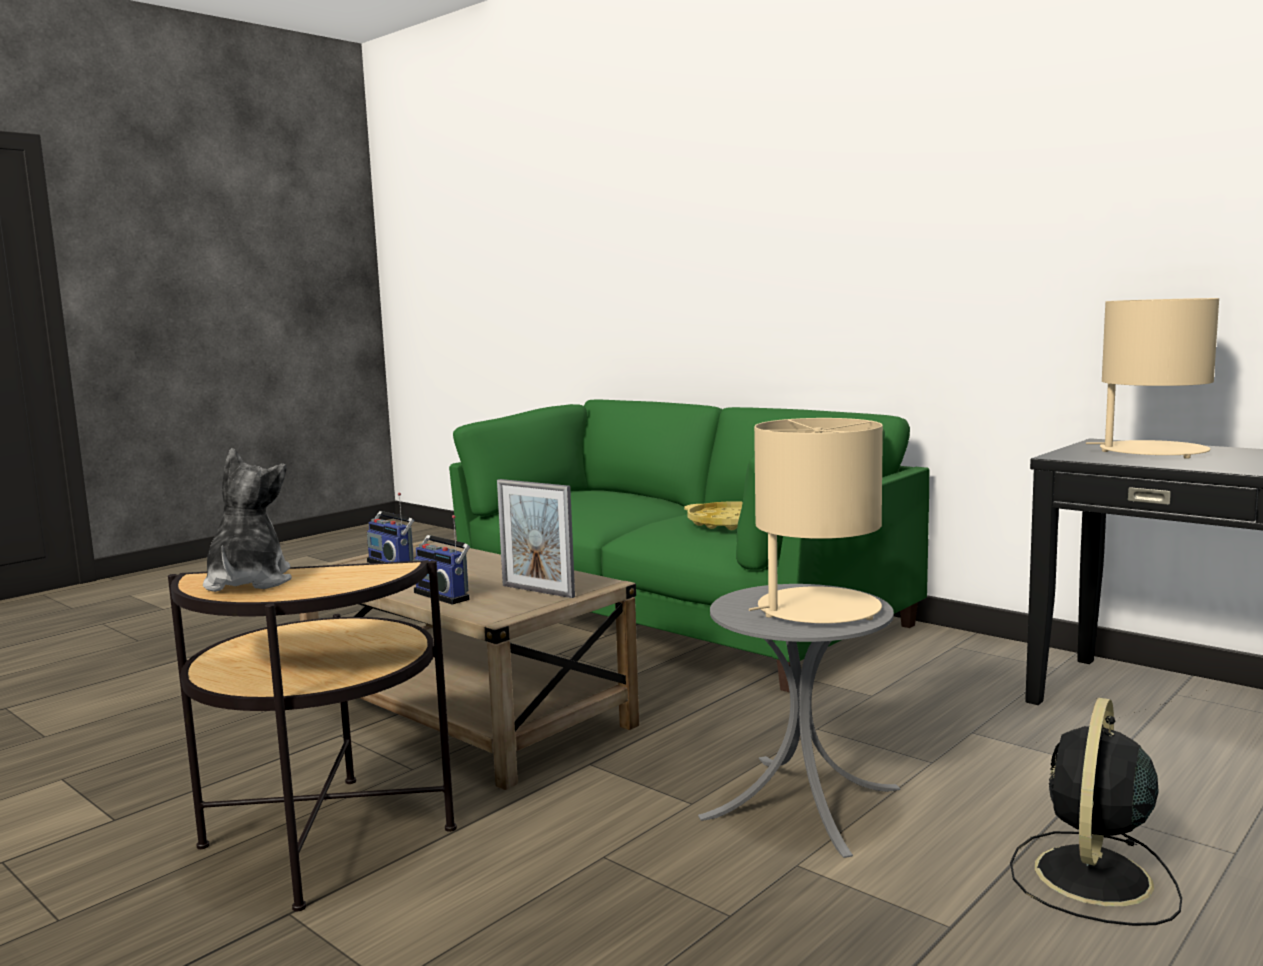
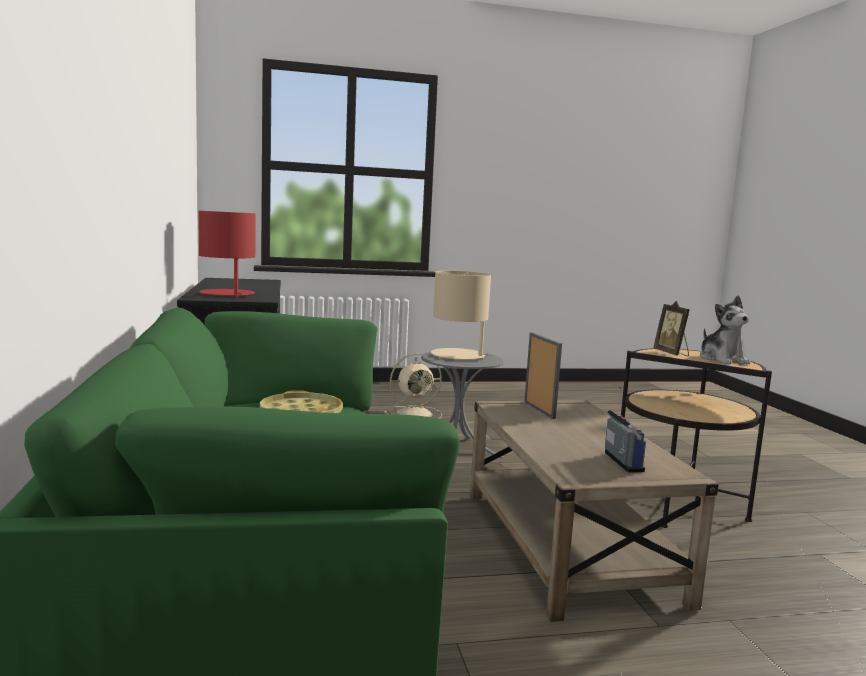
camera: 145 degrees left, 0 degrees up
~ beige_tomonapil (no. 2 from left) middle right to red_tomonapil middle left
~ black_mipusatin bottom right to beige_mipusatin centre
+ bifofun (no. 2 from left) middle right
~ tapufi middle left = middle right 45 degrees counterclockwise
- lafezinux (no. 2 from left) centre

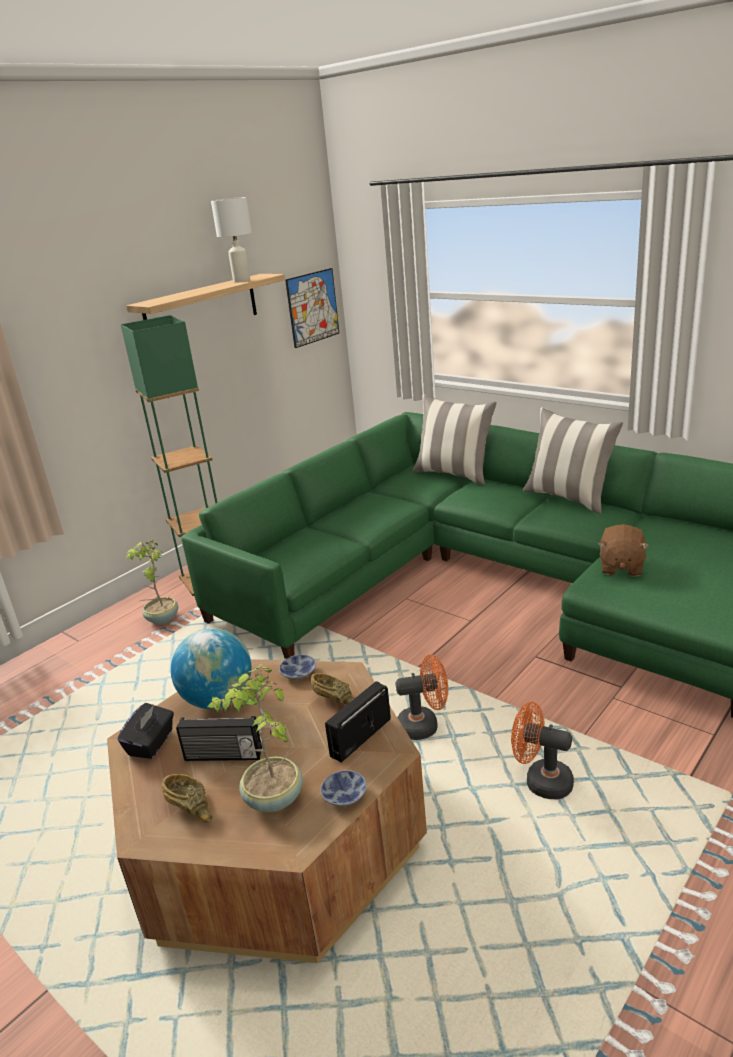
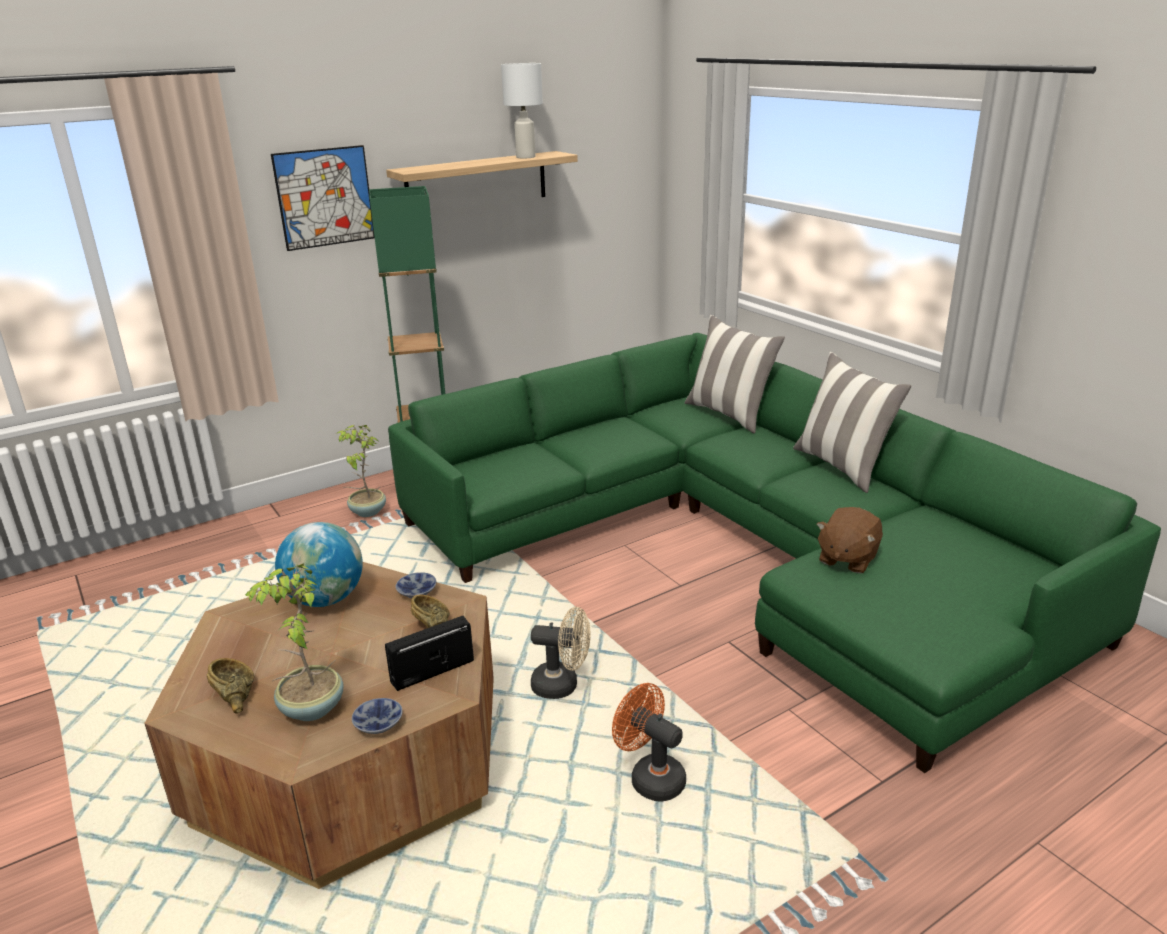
camera: 15 degrees right, 0 degrees up
~ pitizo top centre to top left
~ orange_mipusatin (no. 1 from left) centre to beige_mipusatin bottom centre
- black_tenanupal bottom left
- lafezinux (no. 1 from left) bottom left

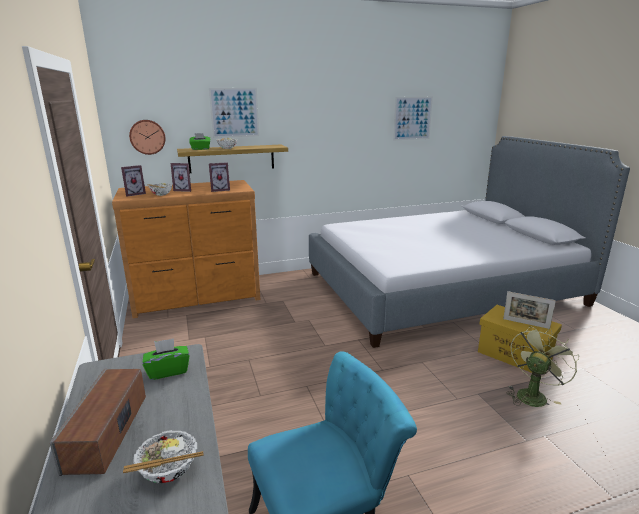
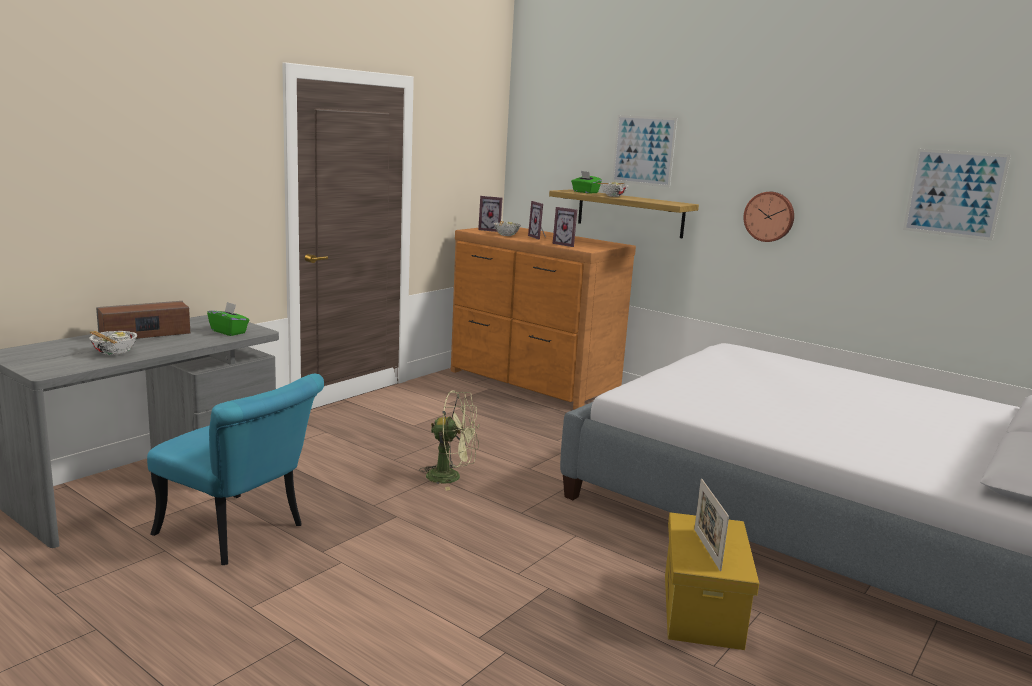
camera: 55 degrees right, 5 degrees down
~ green_mipusatin bottom right to centre
~ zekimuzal top left to top right

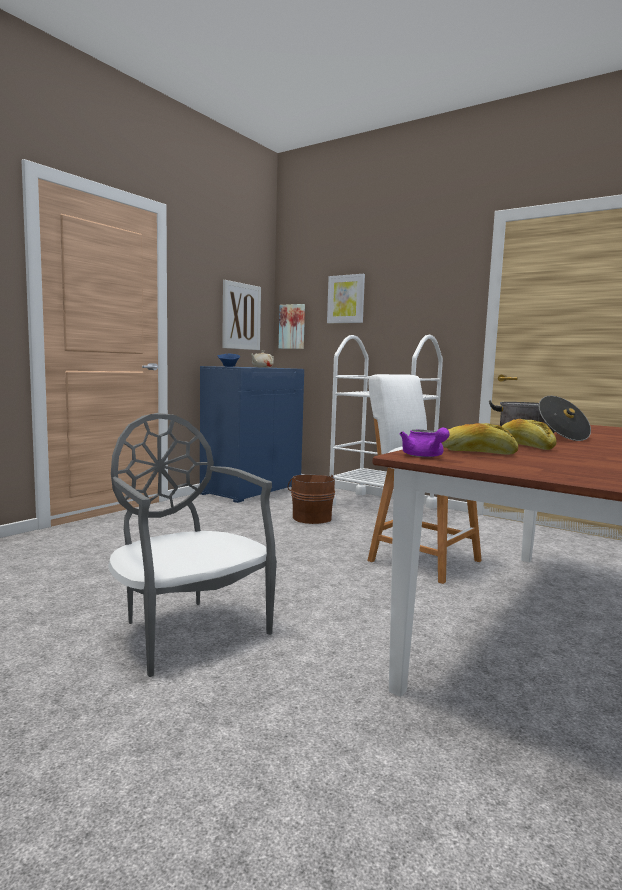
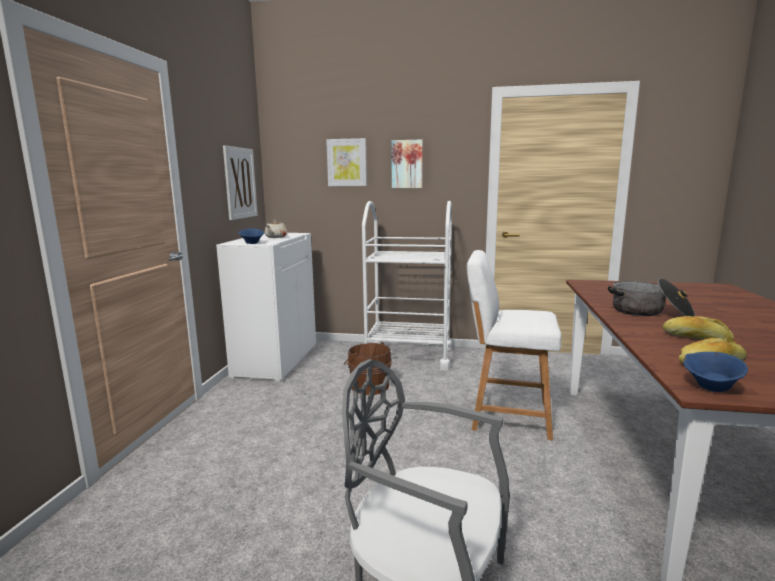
camera: 25 degrees left, 5 degrees up
~ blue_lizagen centre to white_lizagen centre
~ pitizo (no. 2 from left in the first image) centre to pitizo (no. 3 from left) top centre
~ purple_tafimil middle right to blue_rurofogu (no. 2 from left) middle right

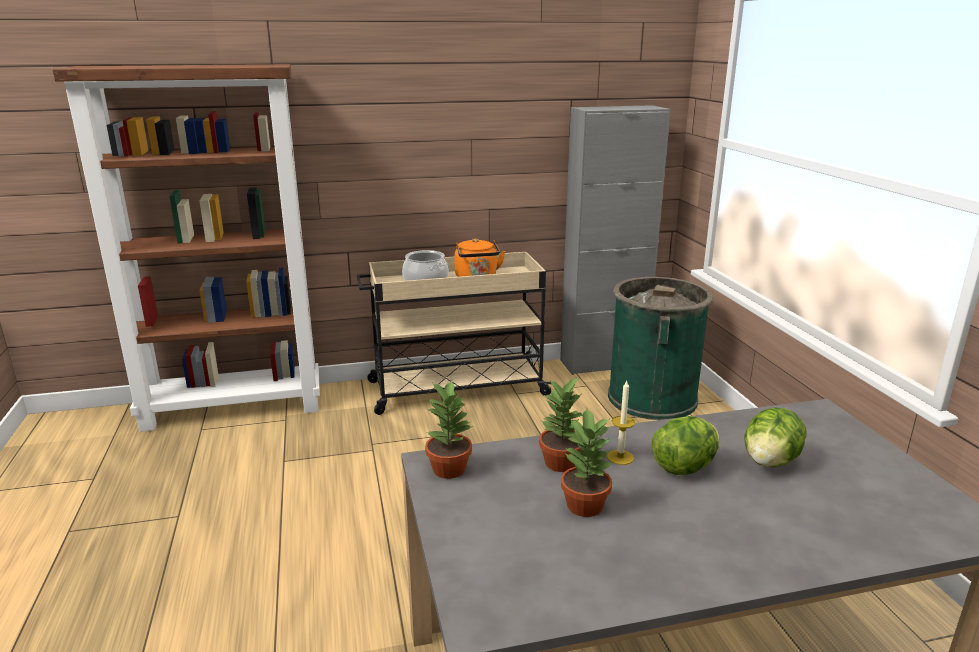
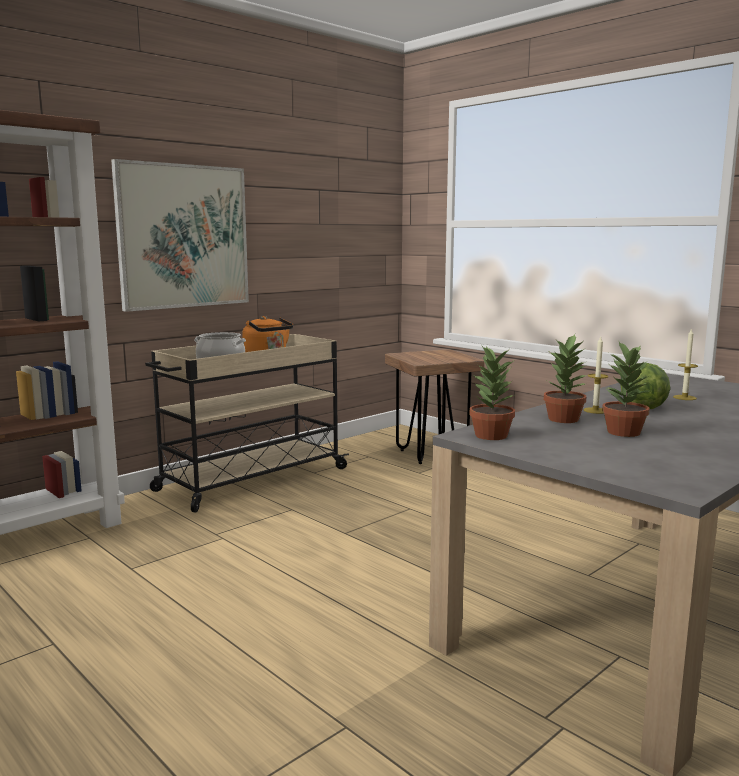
camera: 30 degrees left, 10 degrees down
+ pitizo top left
~ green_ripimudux middle right to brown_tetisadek centre
~ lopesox (no. 2 from left) bottom right to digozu (no. 2 from left) middle right
- grey_lizagen centre

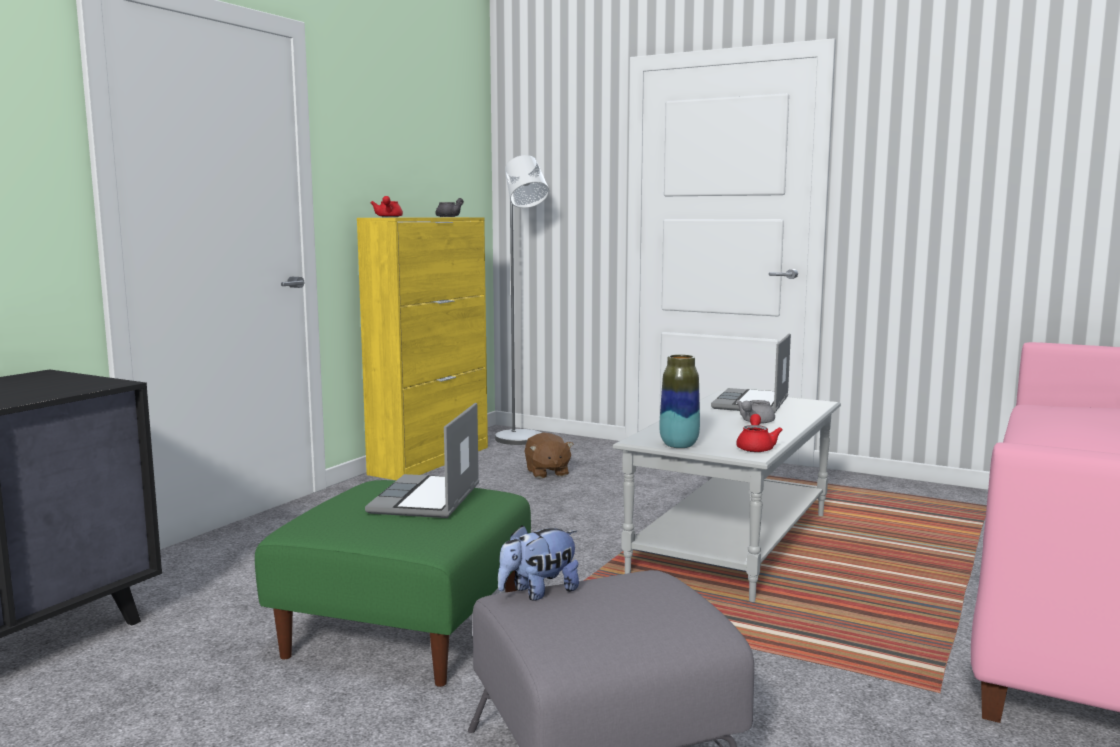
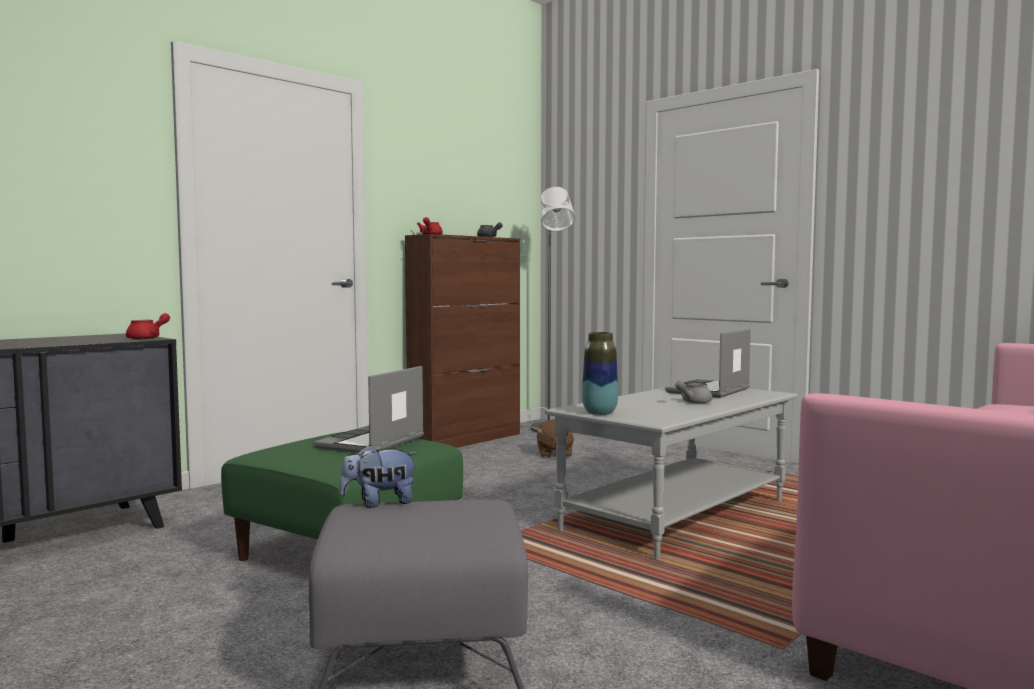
camera: 15 degrees right, 5 degrees down
~ red_tafimil (no. 2 from left in the first image) middle right to red_tafimil (no. 1 from left) middle left
~ yellow_lizagen centre to brown_lizagen centre

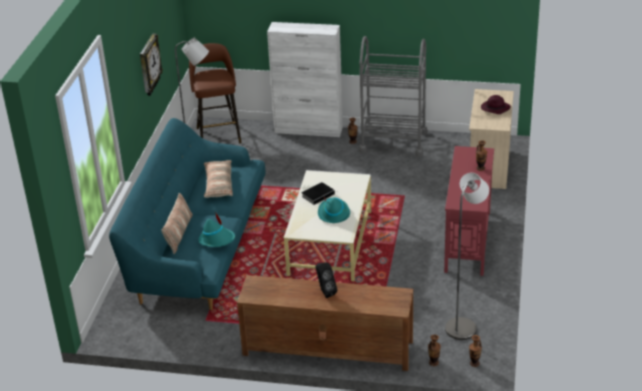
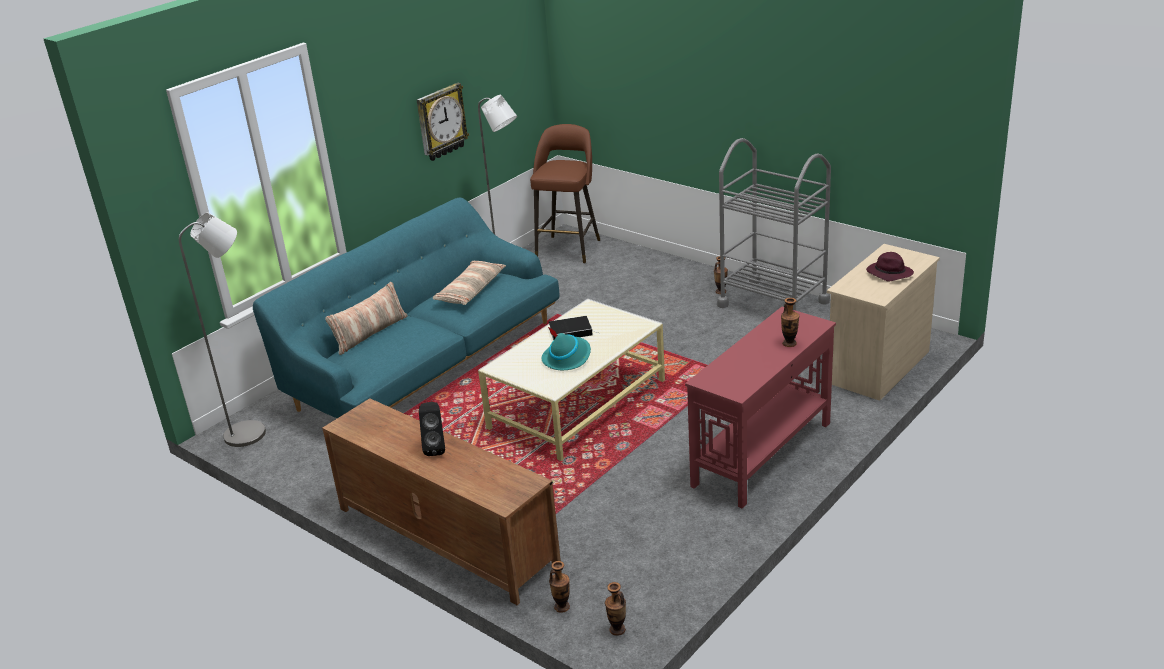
camera: 30 degrees right, 5 degrees down
~ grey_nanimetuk (no. 2 from left in the first image) middle right to grey_nanimetuk (no. 1 from left) middle left
- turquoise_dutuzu (no. 1 from left) centre
- white_lizagen top centre

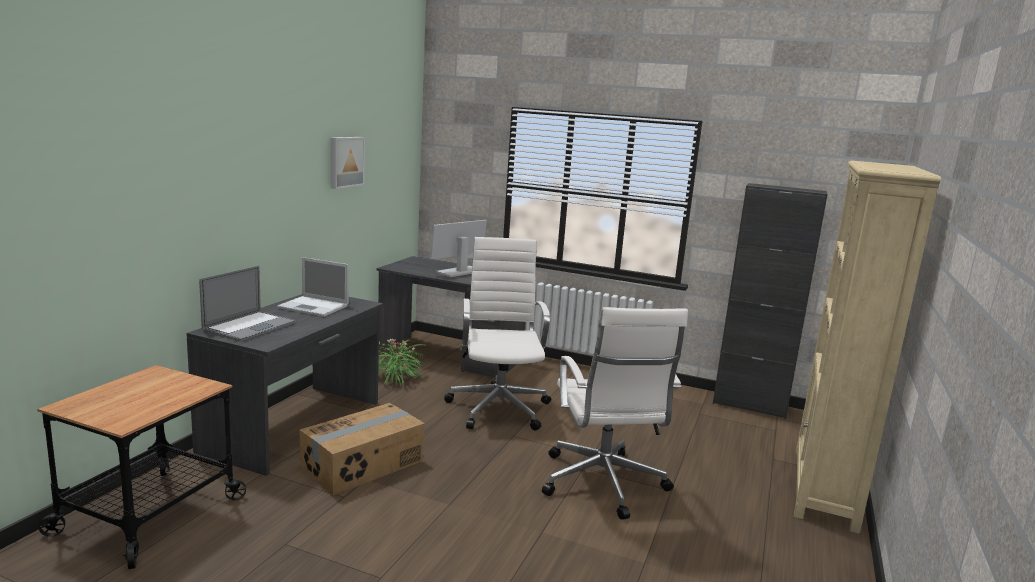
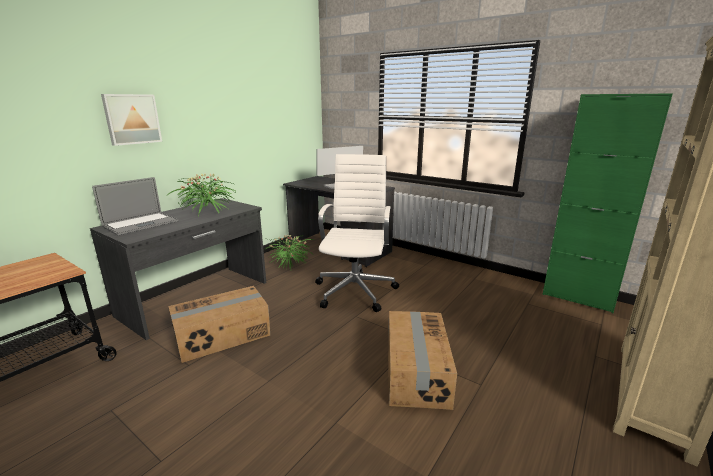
camera: 15 degrees right, 5 degrees up
~ pitizo top centre to top left
~ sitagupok (no. 2 from left) middle left to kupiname (no. 1 from left) middle left
~ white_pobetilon (no. 2 from left) bottom centre to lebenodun (no. 2 from left) bottom centre
~ black_lizagen middle right to green_lizagen middle right

